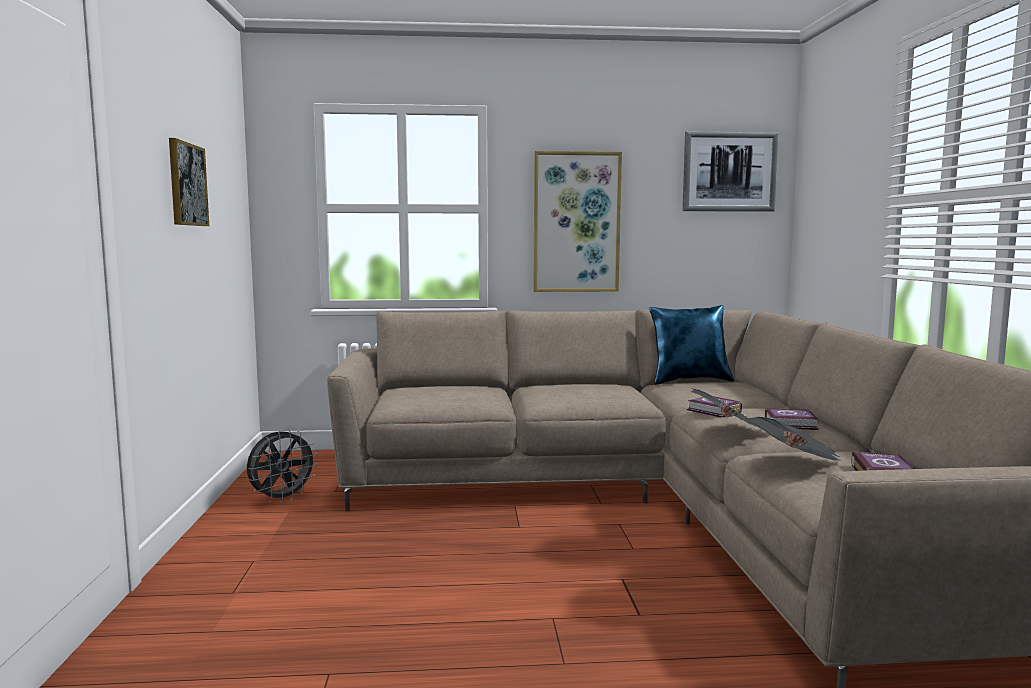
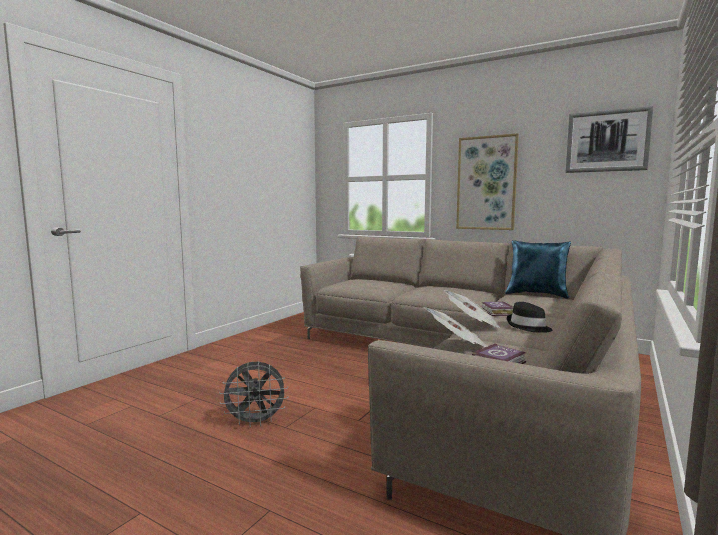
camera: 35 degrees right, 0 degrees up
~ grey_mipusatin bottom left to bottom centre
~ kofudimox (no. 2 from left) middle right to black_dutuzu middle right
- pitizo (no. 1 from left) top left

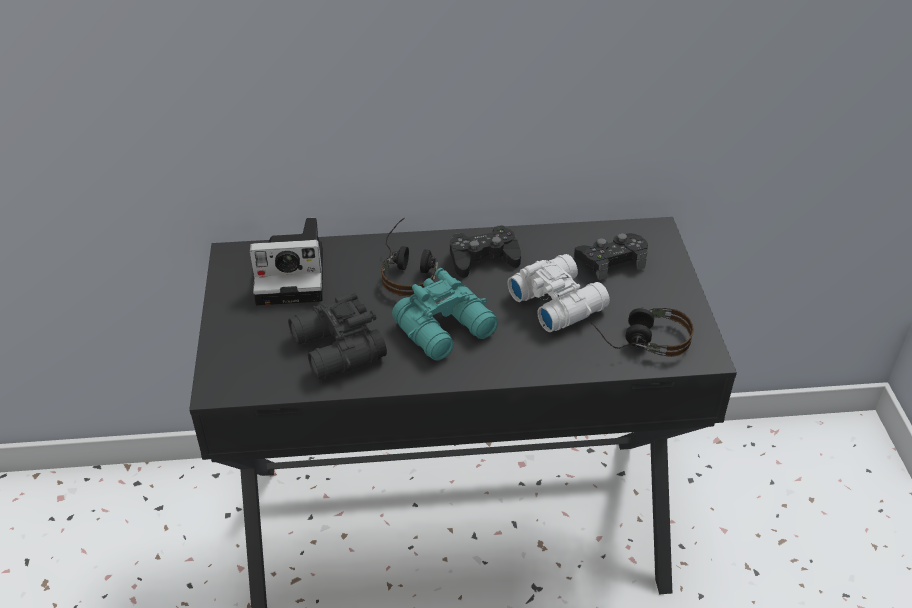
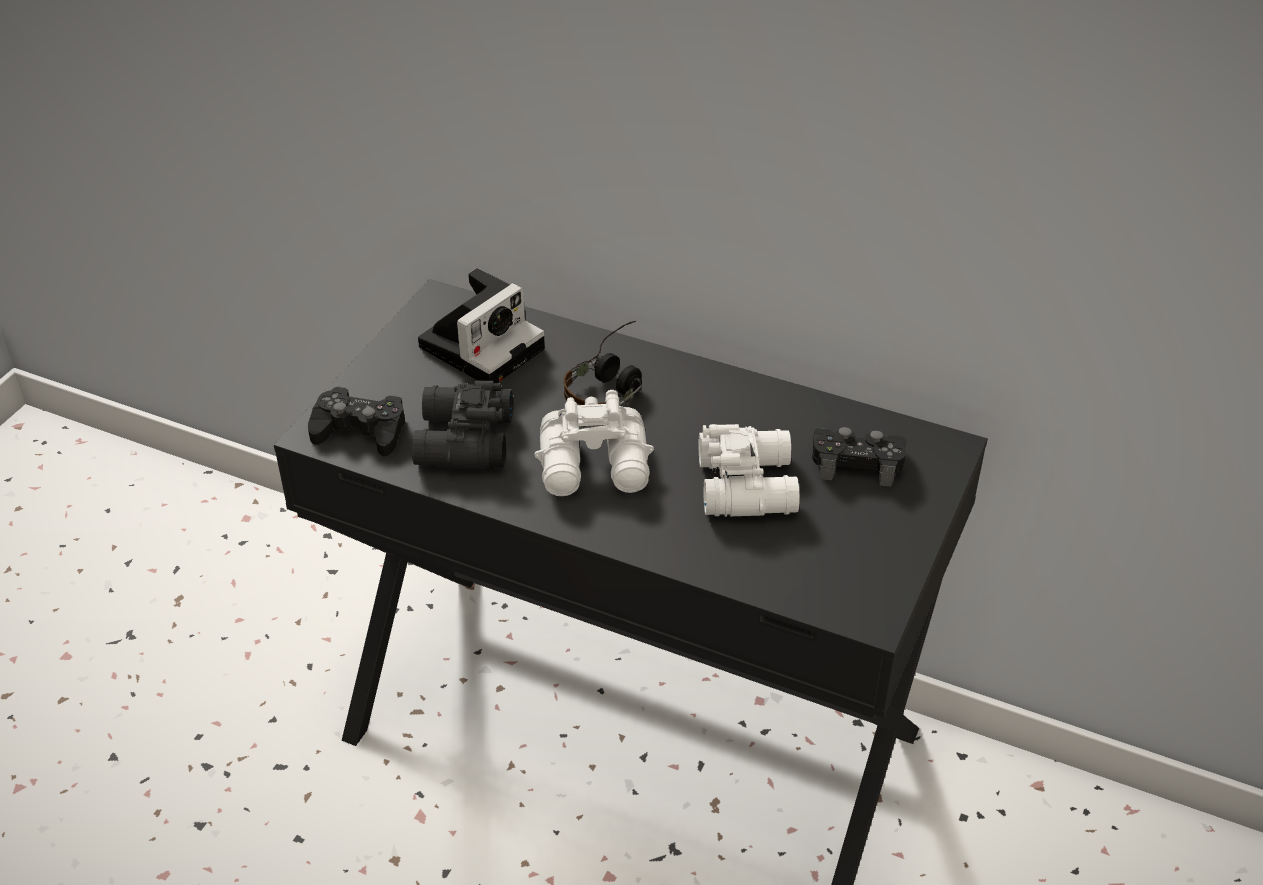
camera: 30 degrees right, 0 degrees up
~ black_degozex (no. 1 from left) centre to middle left
~ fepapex middle left = centre 75 degrees counterclockwise
~ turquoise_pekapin centre to white_pekapin (no. 1 from left) centre
- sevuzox (no. 2 from left) middle right

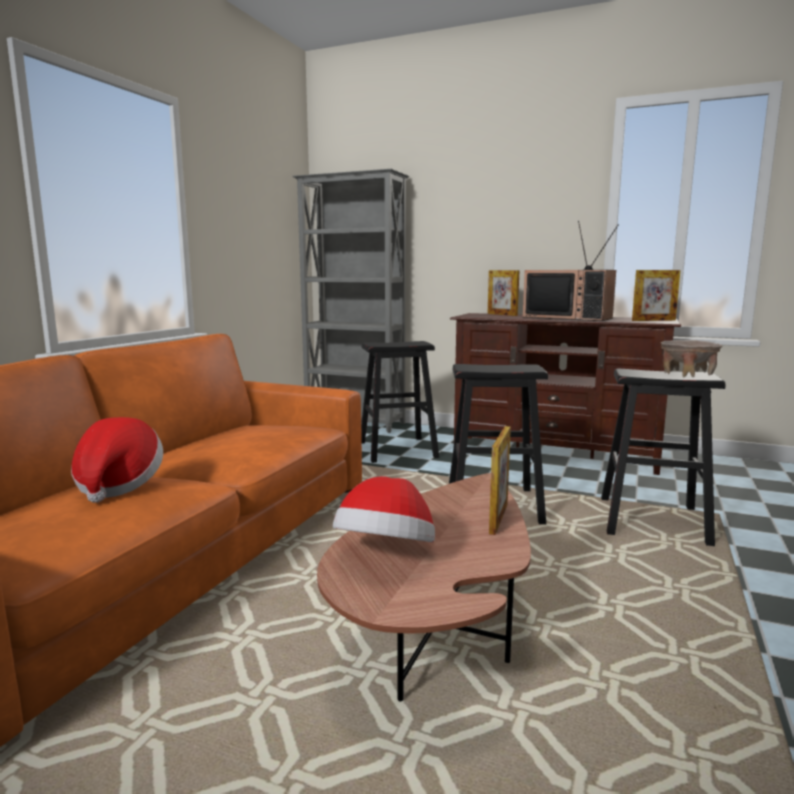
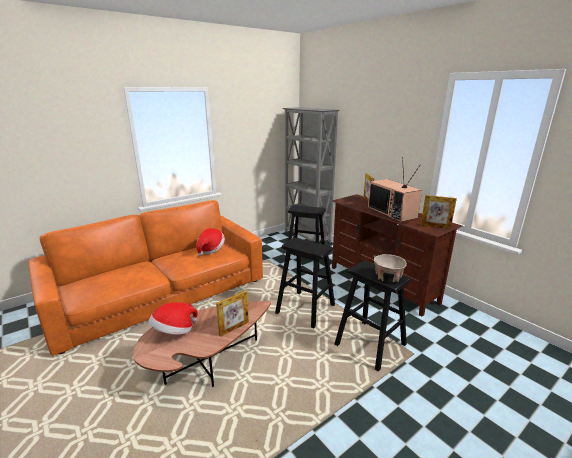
camera: 30 degrees right, 10 degrees up
~ dutuzu (no. 1 from left in the first image) middle left to dutuzu (no. 2 from left) centre

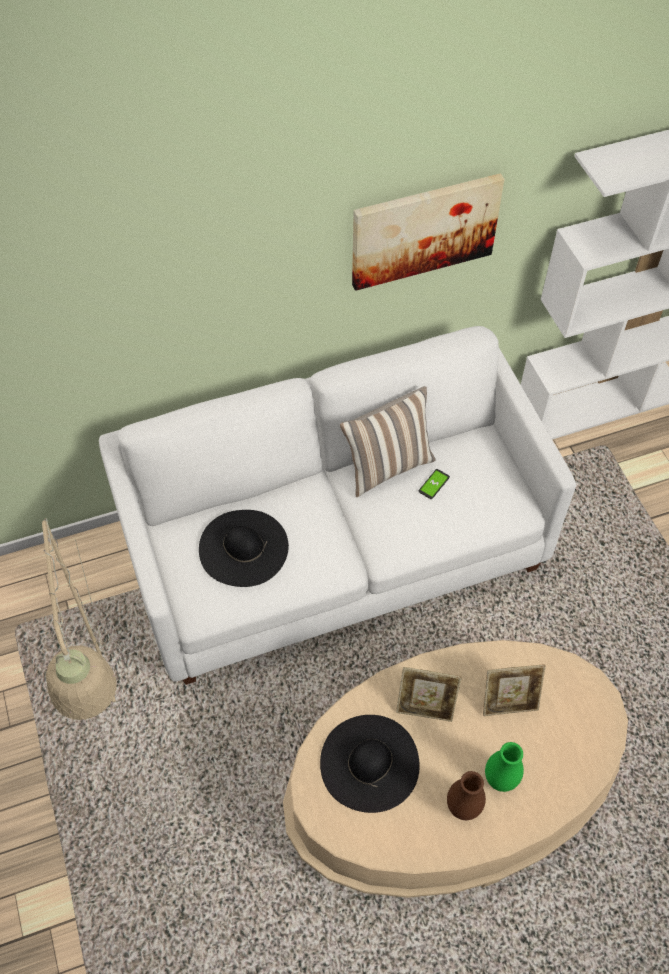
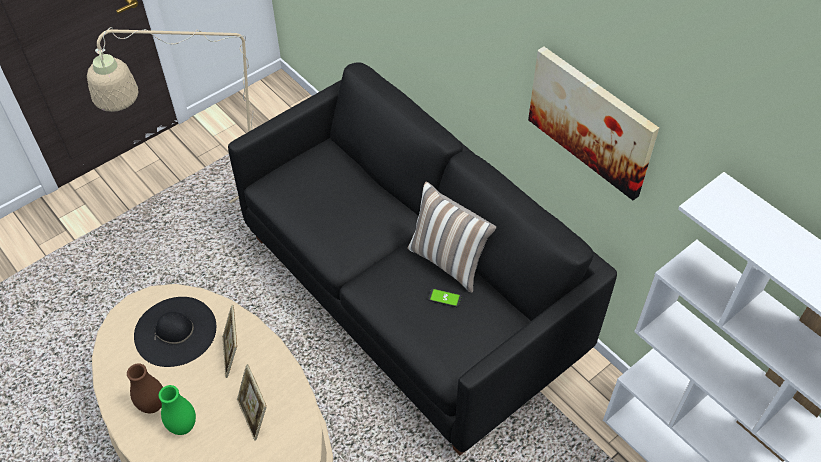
camera: 70 degrees right, 5 degrees down
~ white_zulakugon centre to black_zulakugon centre
- black_dutuzu (no. 1 from left) centre

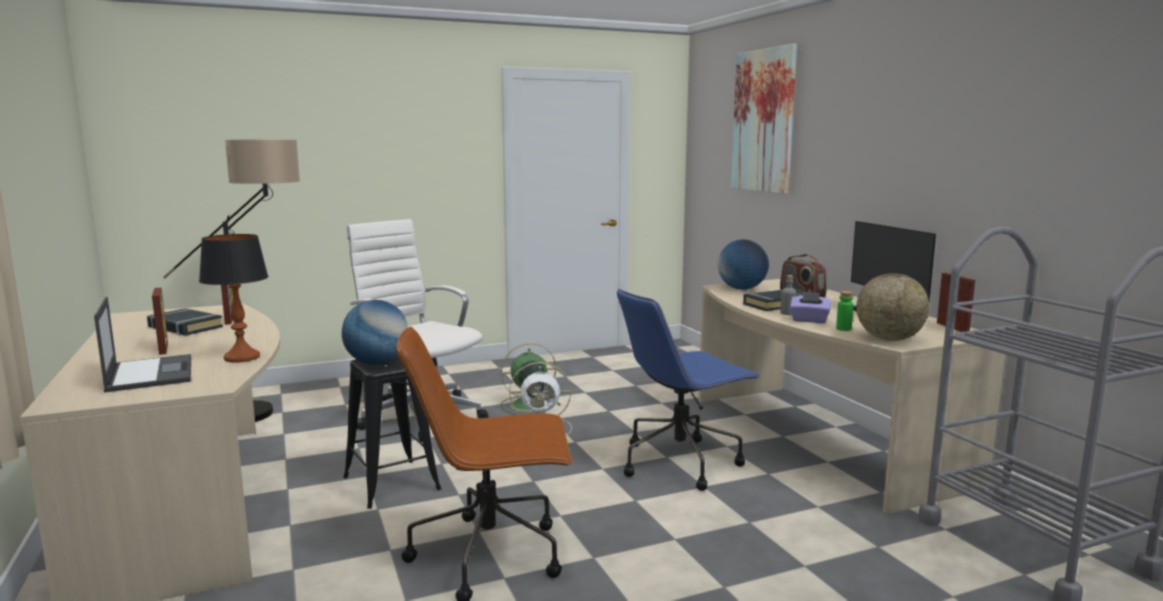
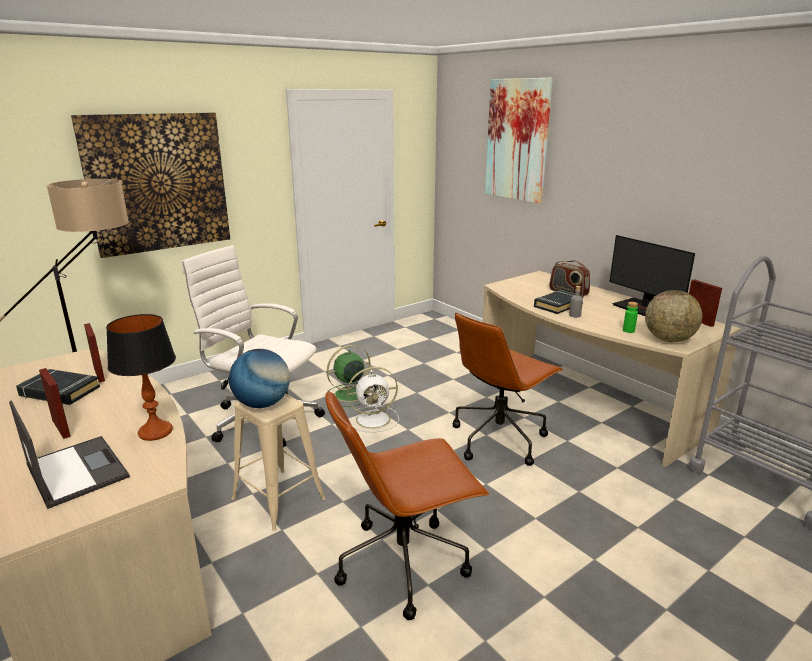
camera: 15 degrees left, 10 degrees up
+ pitizo (no. 1 from left) top left
~ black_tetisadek bottom centre to beige_tetisadek bottom centre
~ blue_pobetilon centre to brown_pobetilon (no. 2 from left) centre
- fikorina (no. 2 from left) centre
- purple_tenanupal middle right

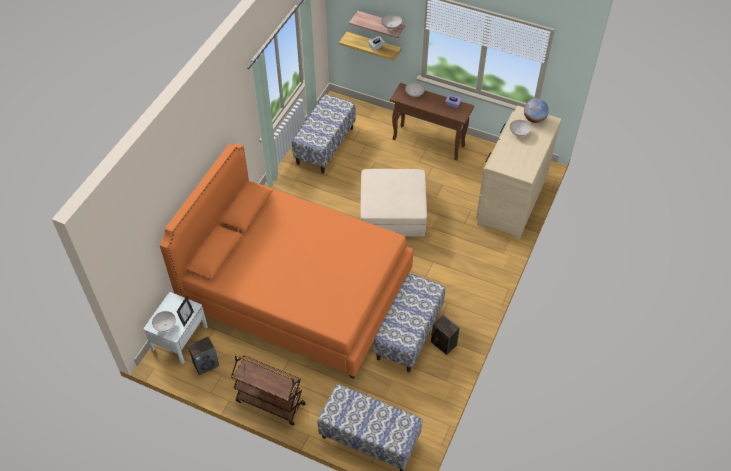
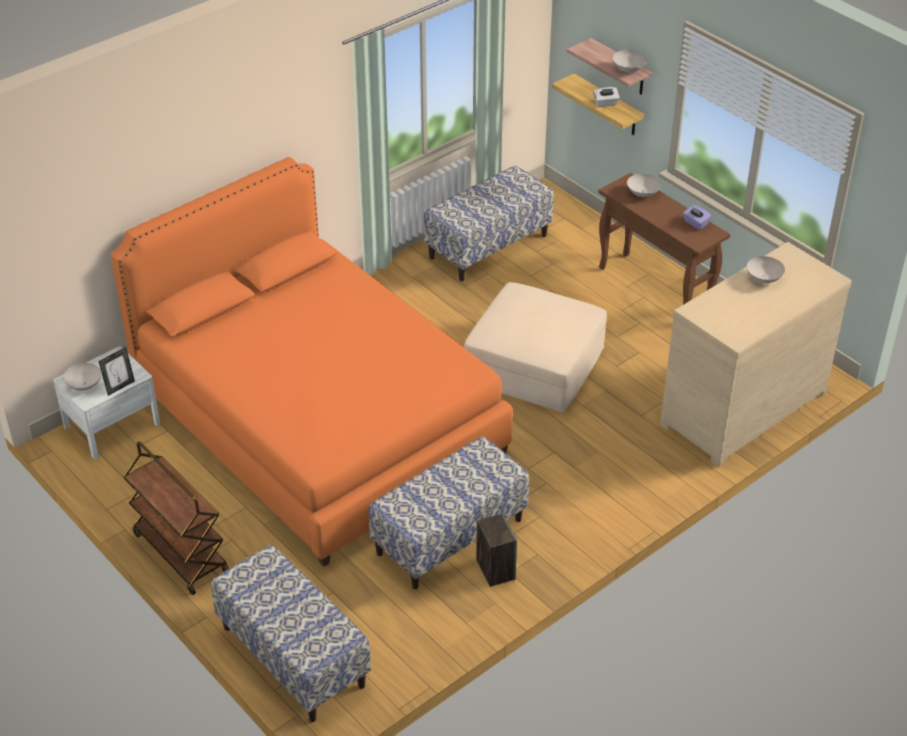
camera: 25 degrees right, 10 degrees down
- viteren (no. 1 from left) bottom left
- fikorina top right

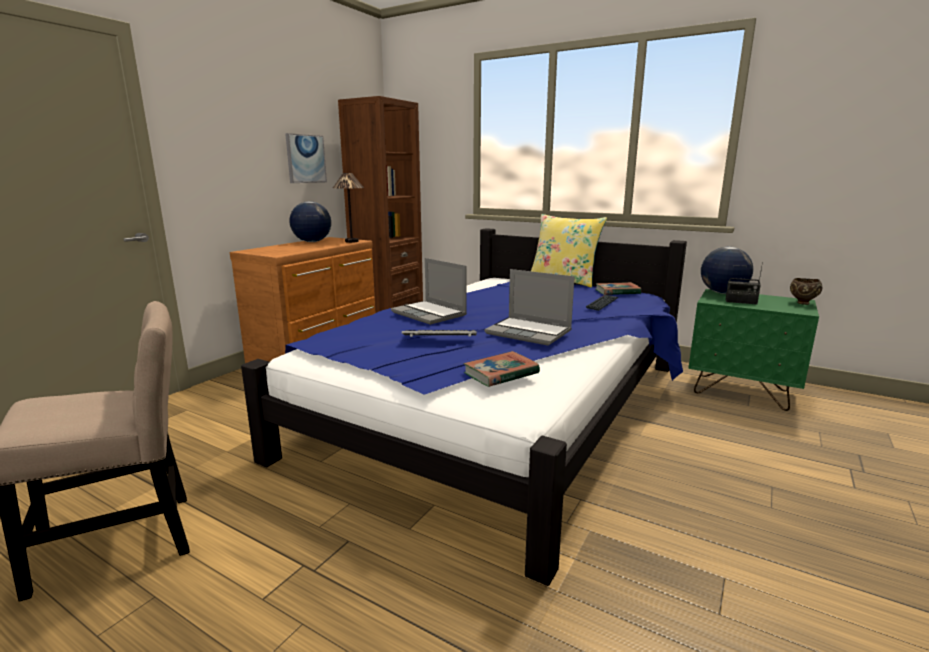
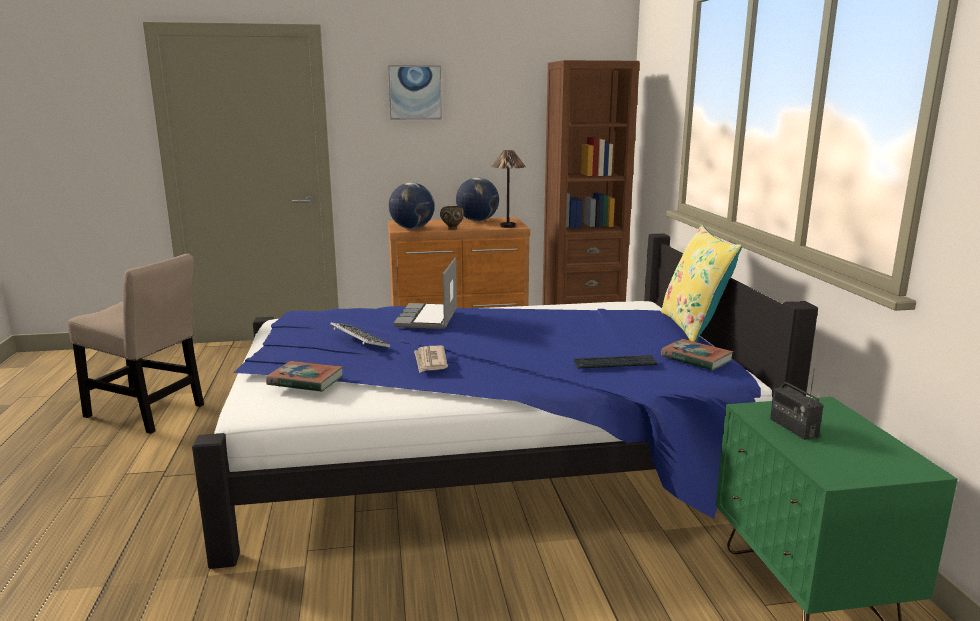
camera: 50 degrees right, 0 degrees up
~ pitizo top left to top centre
~ fikorina (no. 2 from left in the first image) middle right to fikorina (no. 1 from left) top centre
~ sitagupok (no. 2 from left) centre to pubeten centre
~ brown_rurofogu middle right to centre

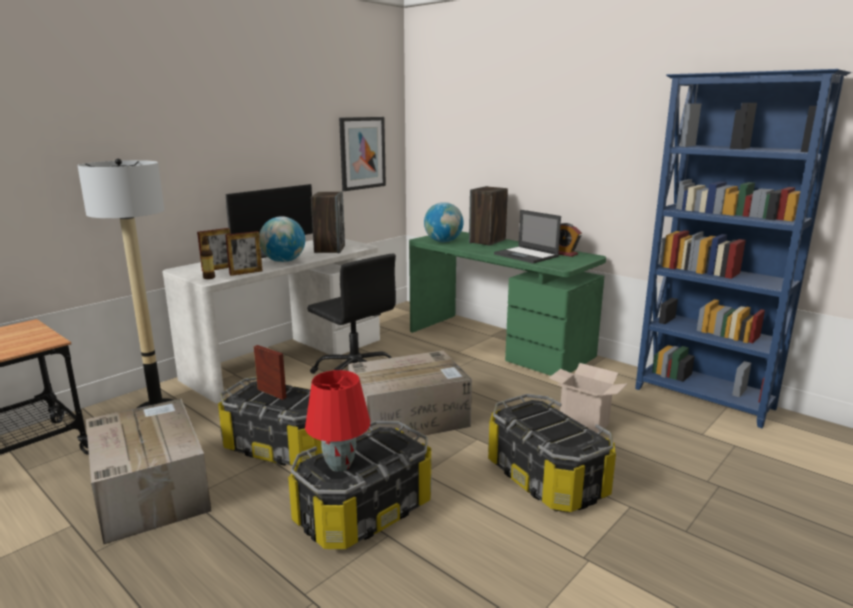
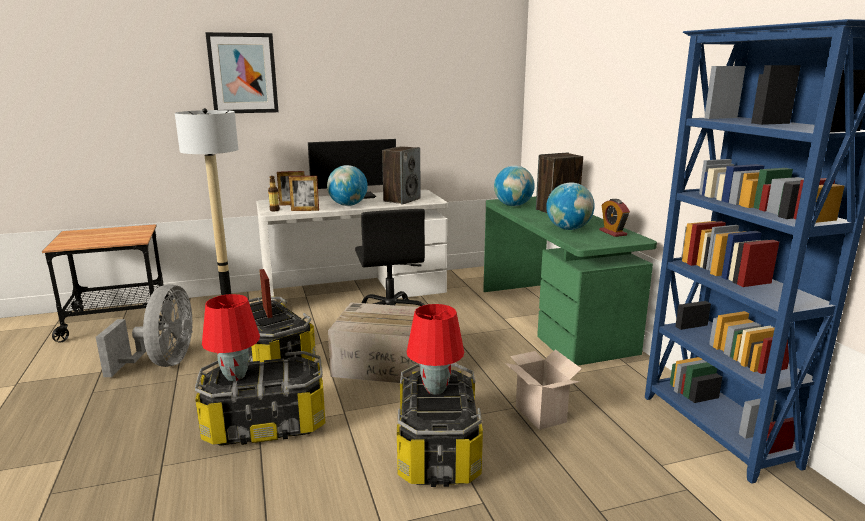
camera: 30 degrees right, 0 degrees up
~ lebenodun (no. 1 from left) bottom left to grey_mipusatin middle left
~ pitizo top centre to top left
+ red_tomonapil (no. 2 from left) bottom centre
~ sitagupok centre to fikorina (no. 3 from left) centre

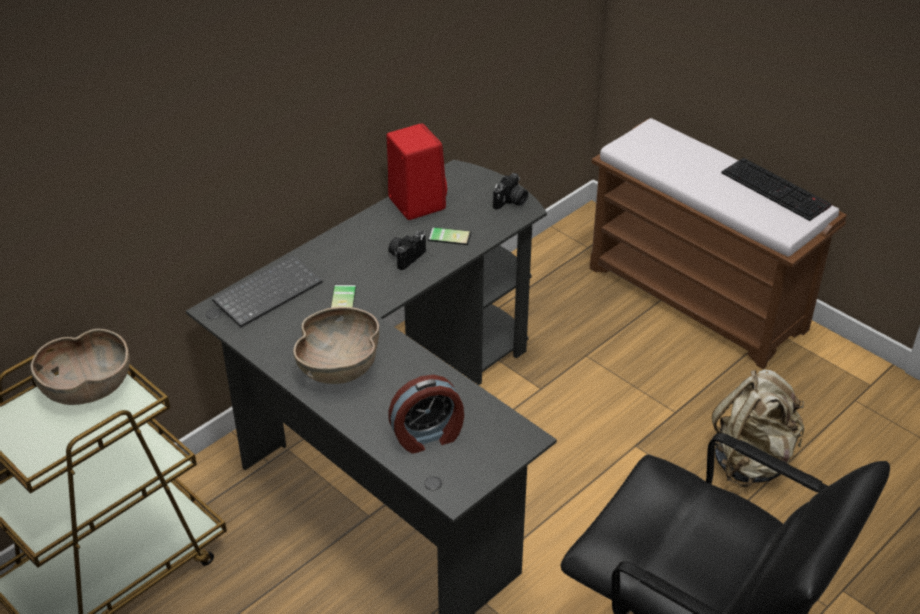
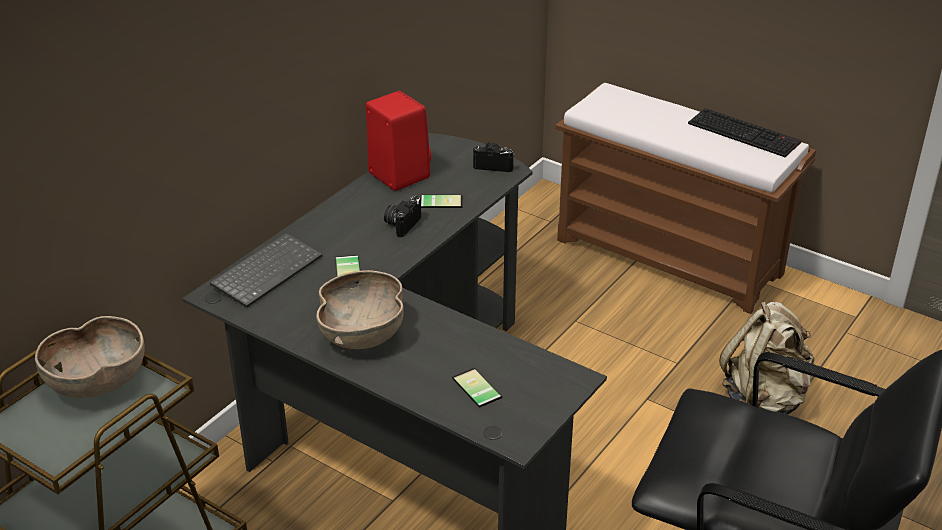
camera: 10 degrees left, 5 degrees down
~ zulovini bottom centre to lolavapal (no. 3 from left) bottom centre
~ fepapex (no. 2 from left) top centre = top centre 105 degrees counterclockwise

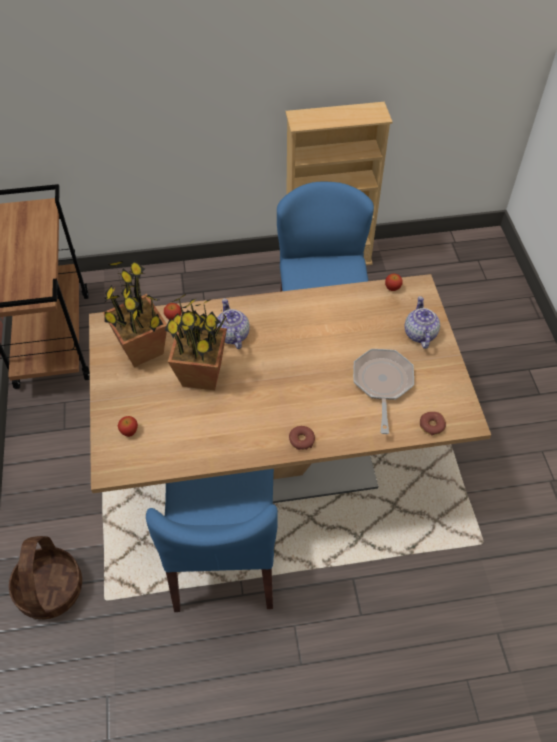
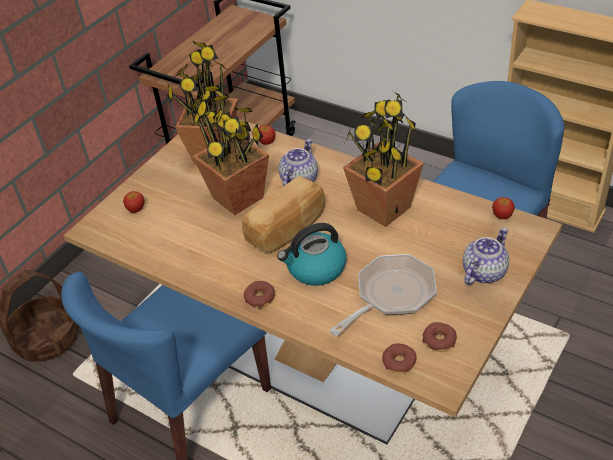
camera: 45 degrees right, 10 degrees down
+ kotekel centre
+ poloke centre
+ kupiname (no. 3 from left) centre
+ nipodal (no. 3 from left) bottom right

